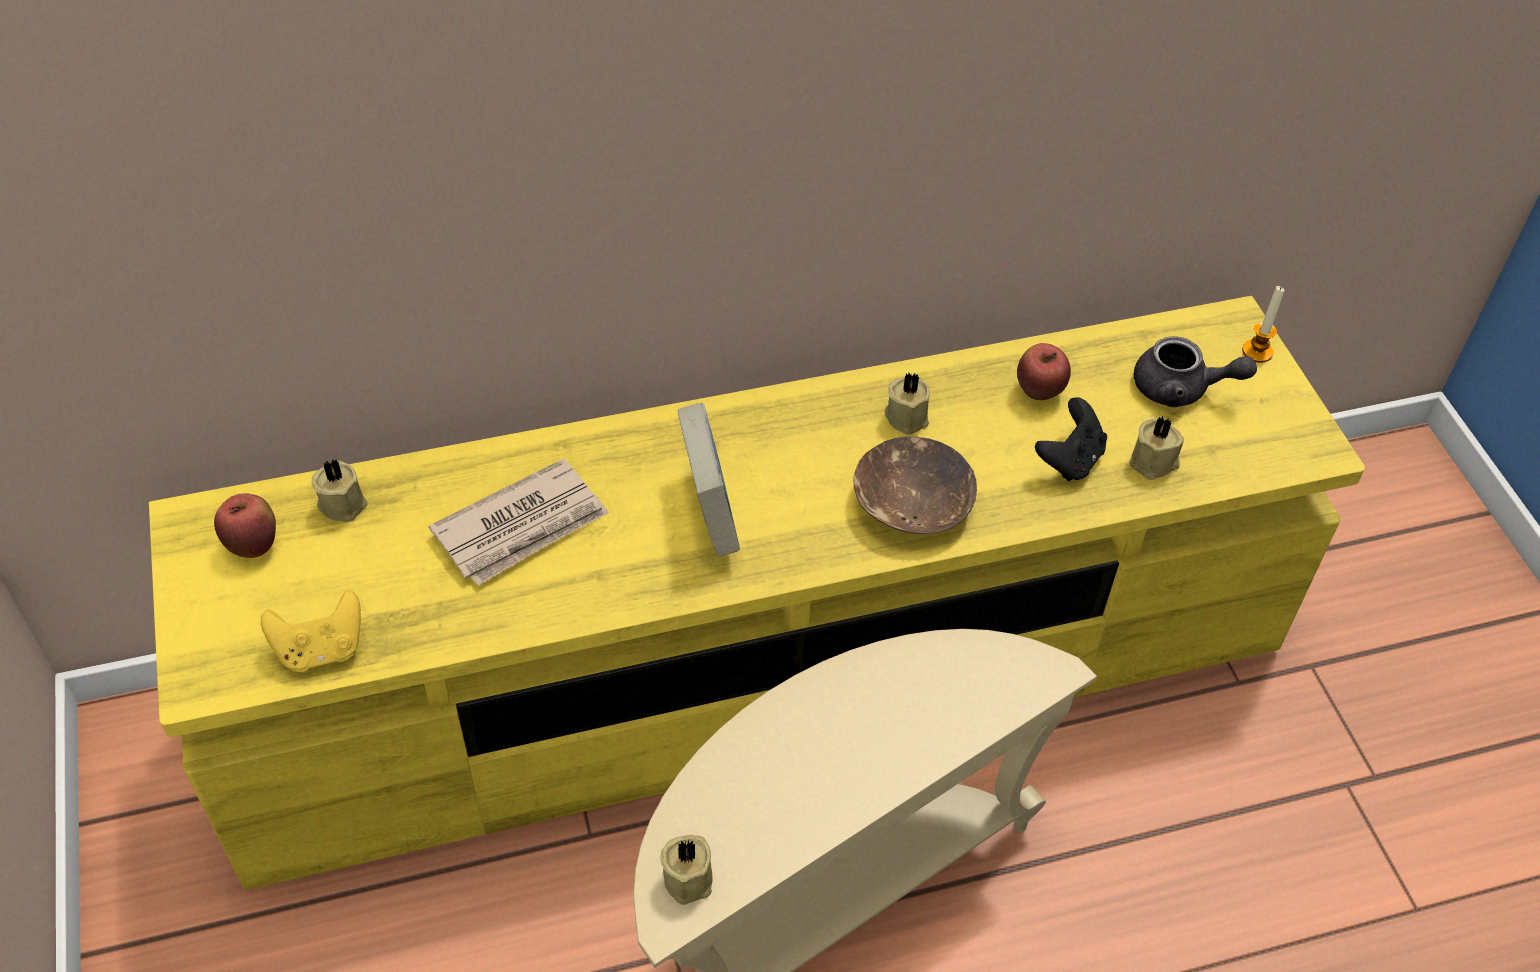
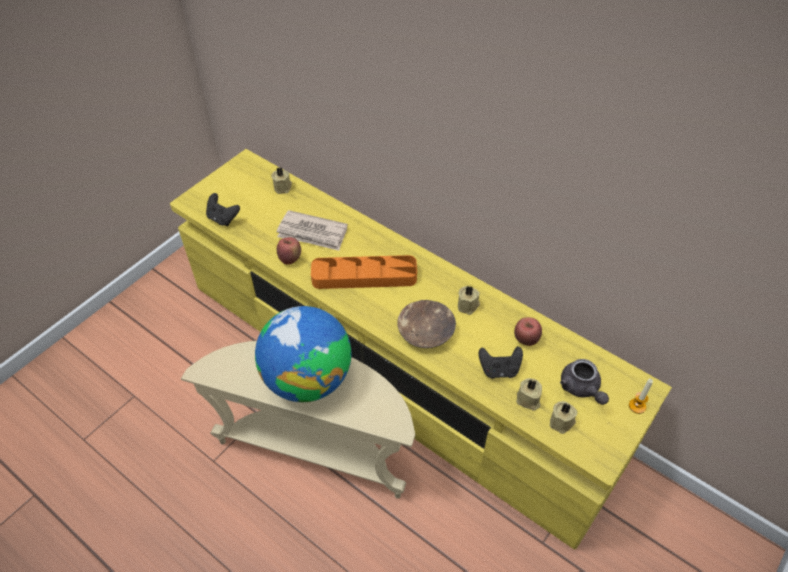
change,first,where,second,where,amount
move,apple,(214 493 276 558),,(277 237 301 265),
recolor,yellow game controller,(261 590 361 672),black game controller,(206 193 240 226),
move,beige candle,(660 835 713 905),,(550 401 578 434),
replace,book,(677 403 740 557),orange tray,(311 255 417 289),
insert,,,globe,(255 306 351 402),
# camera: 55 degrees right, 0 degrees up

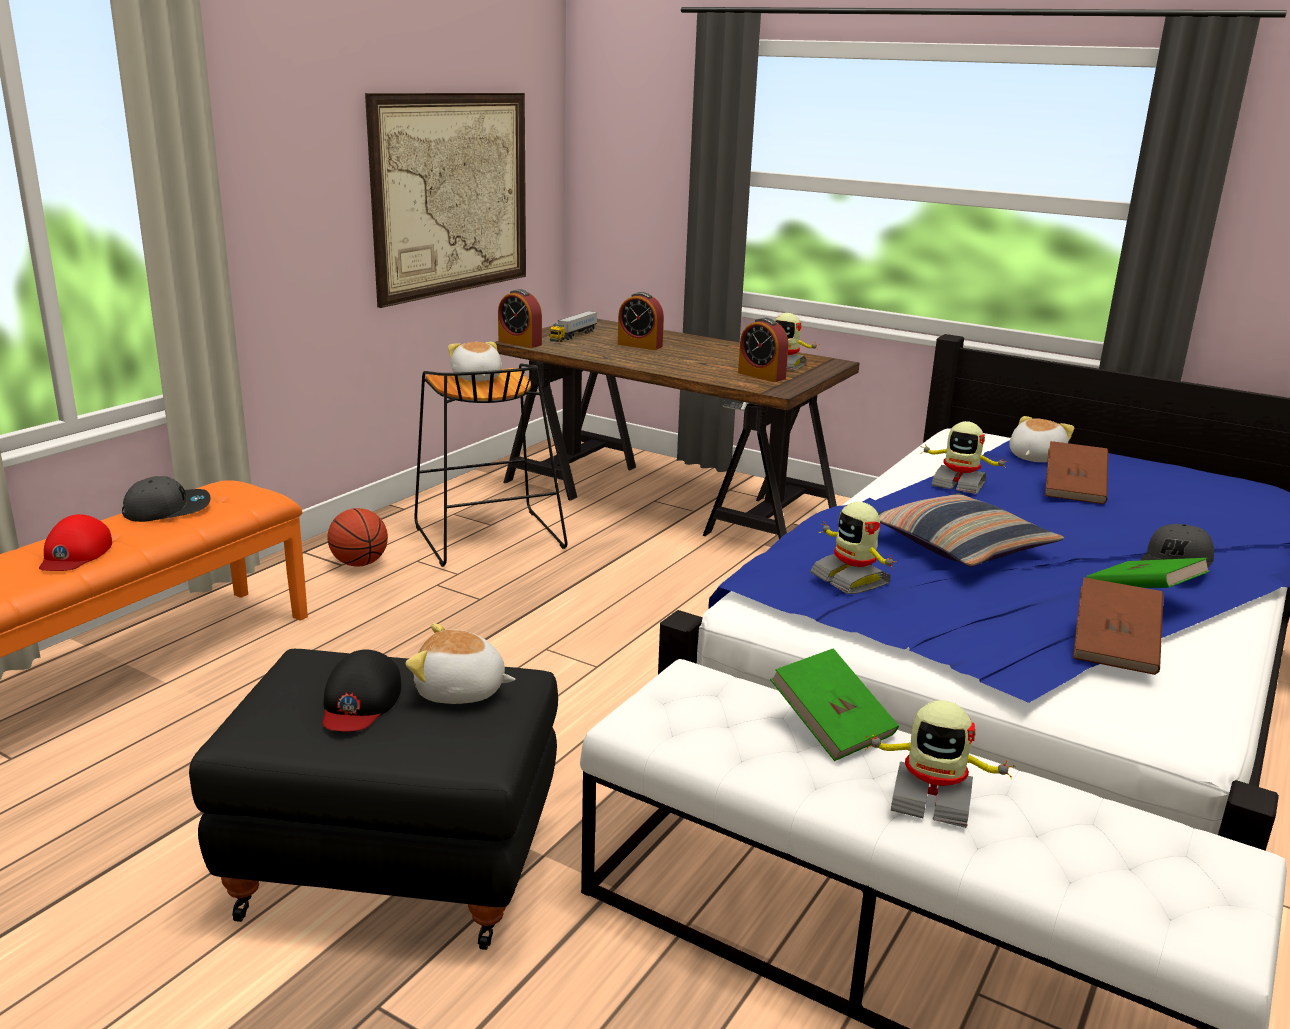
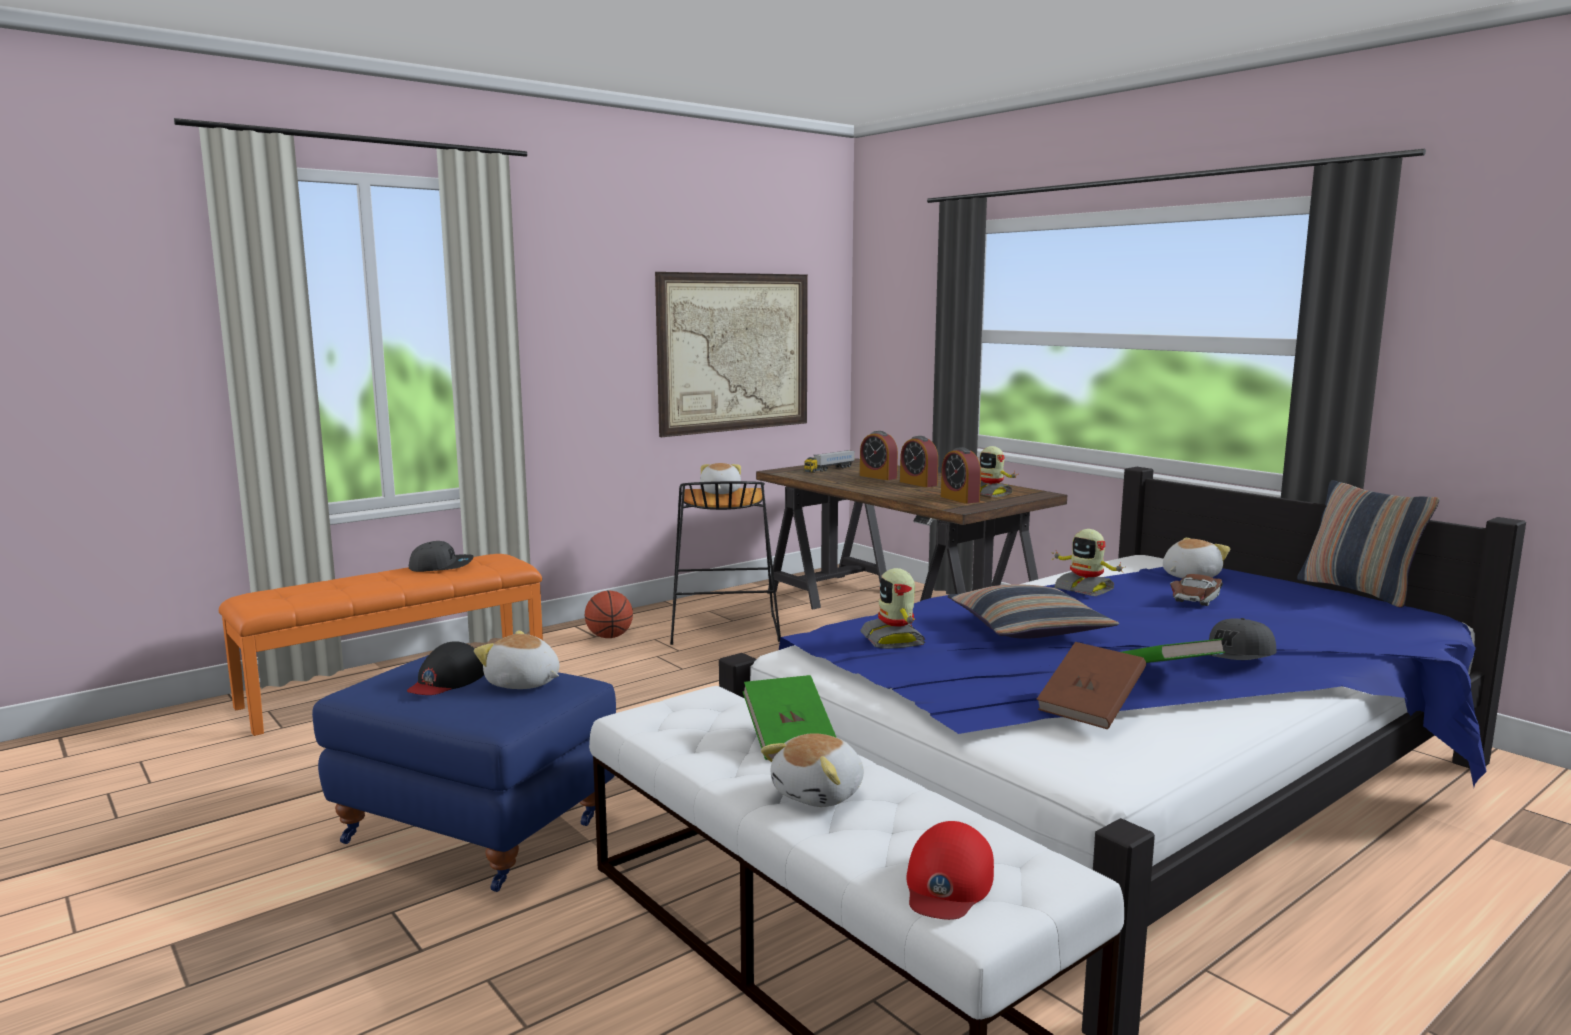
change,first,where,second,where,amount
move,red cap,(39 514 112 571),,(906 821 994 920),
recolor,black ottoman,(189 649 558 950),blue ottoman,(312 655 616 892),
move,alarm clock,(498 289 542 348),,(900 436 938 487),
replace,toy robot,(864 700 1015 828),plush toy,(761 733 864 807),
replace,brown book,(1045 441 1108 504),brown toy car,(1170 574 1223 606),
insert,,,pillow,(1297 480 1439 608),
# camera: 20 degrees right, 10 degrees down

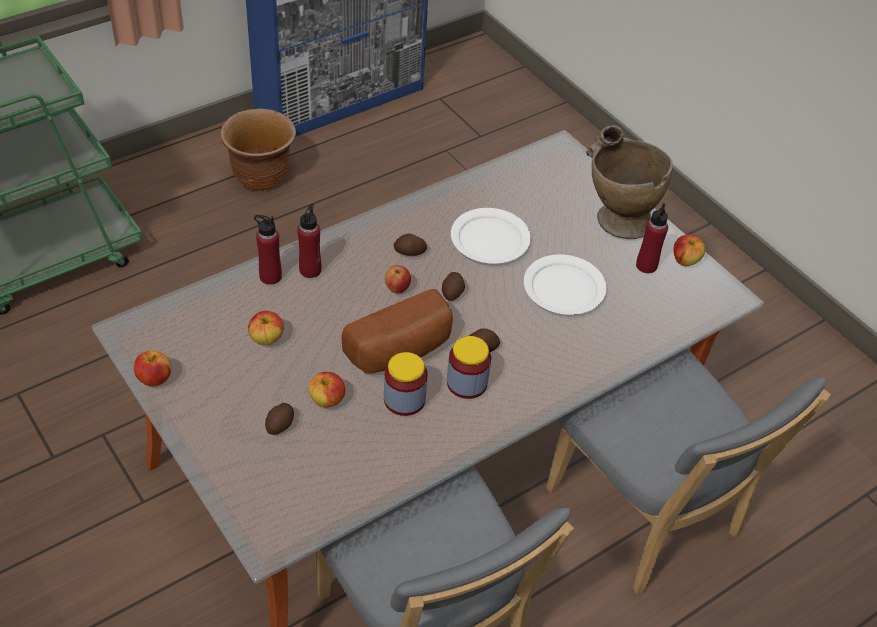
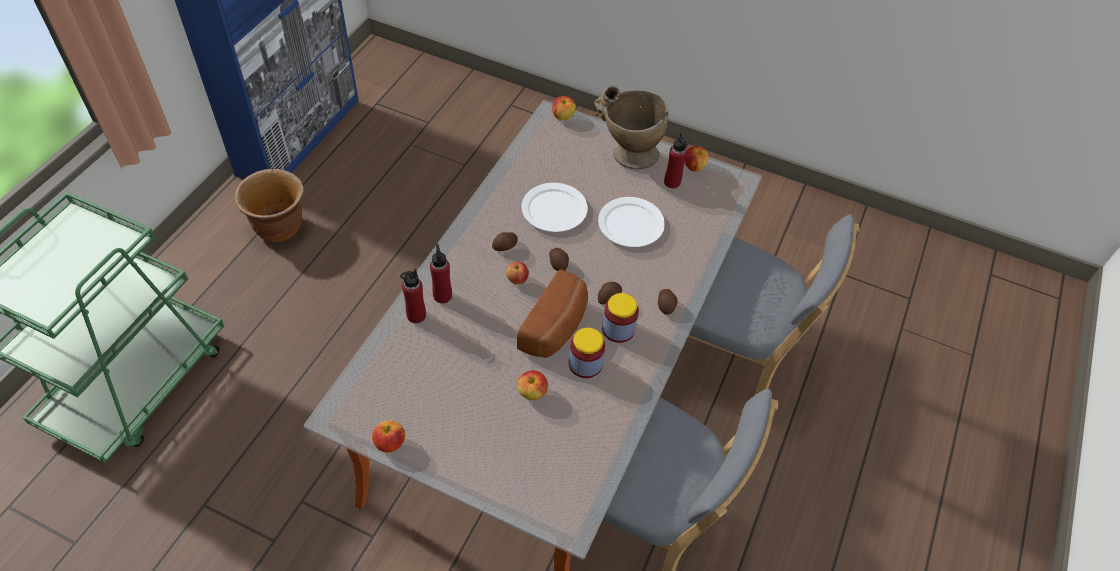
change,first,where,second,where,amount
move,apple,(248 311 284 345),,(552 96 576 121),
move,potato,(265 403 294 435),,(658 289 678 315),
# camera: 30 degrees left, 5 degrees up

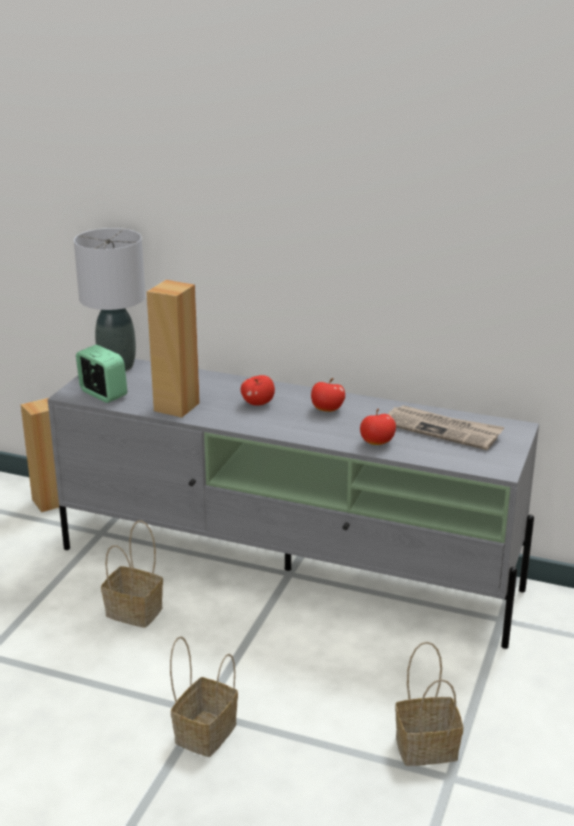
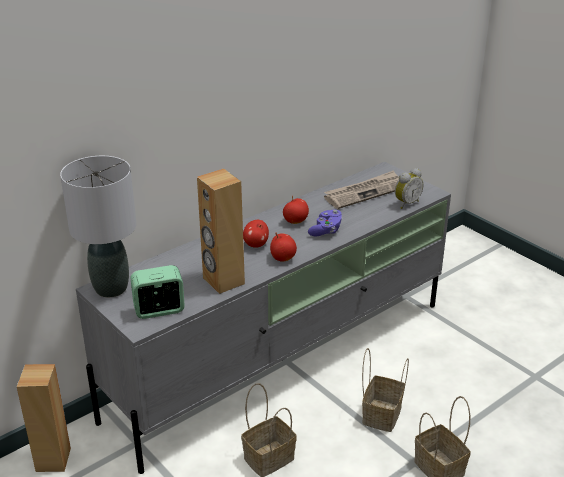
change,first,where,second,where,amount
move,apple,(360 409 396 445),,(270 233 297 261),
move,basket,(395 642 463 766),,(362 348 409 432),
insert,,,purple game controller,(308 210 343 237),
insert,,,alarm clock,(395 168 423 209),
# camera: 60 degrees left, 5 degrees up

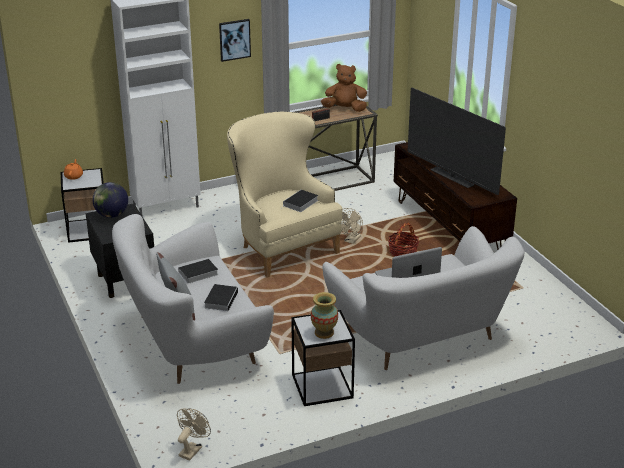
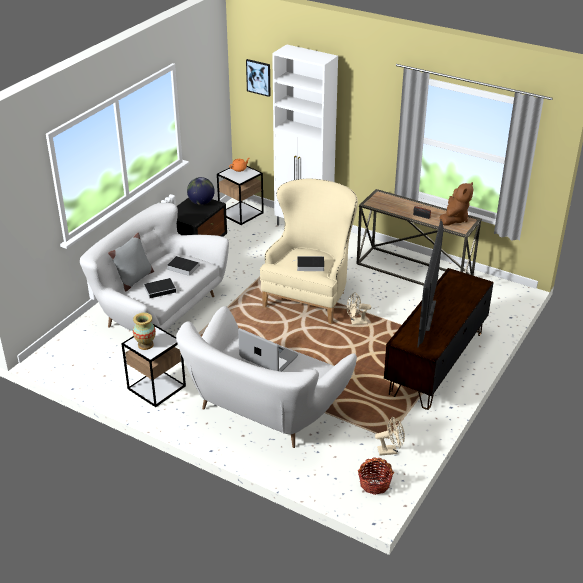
change,first,where,second,where,amount
move,beige fan,(177 409 211 461),,(375 416 405 456),
move,picture,(219 19 251 62),,(246 59 270 97),
rotate,brown plush toy,(321 64 367 112),,(440 182 474 226),60 degrees clockwise
move,basket,(388 222 419 256),,(358 457 394 495),
# camera: 55 degrees right, 5 degrees up

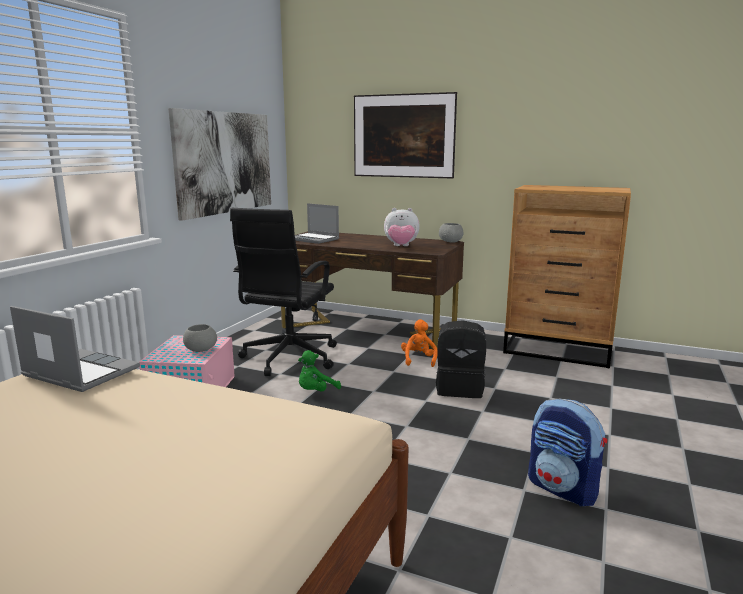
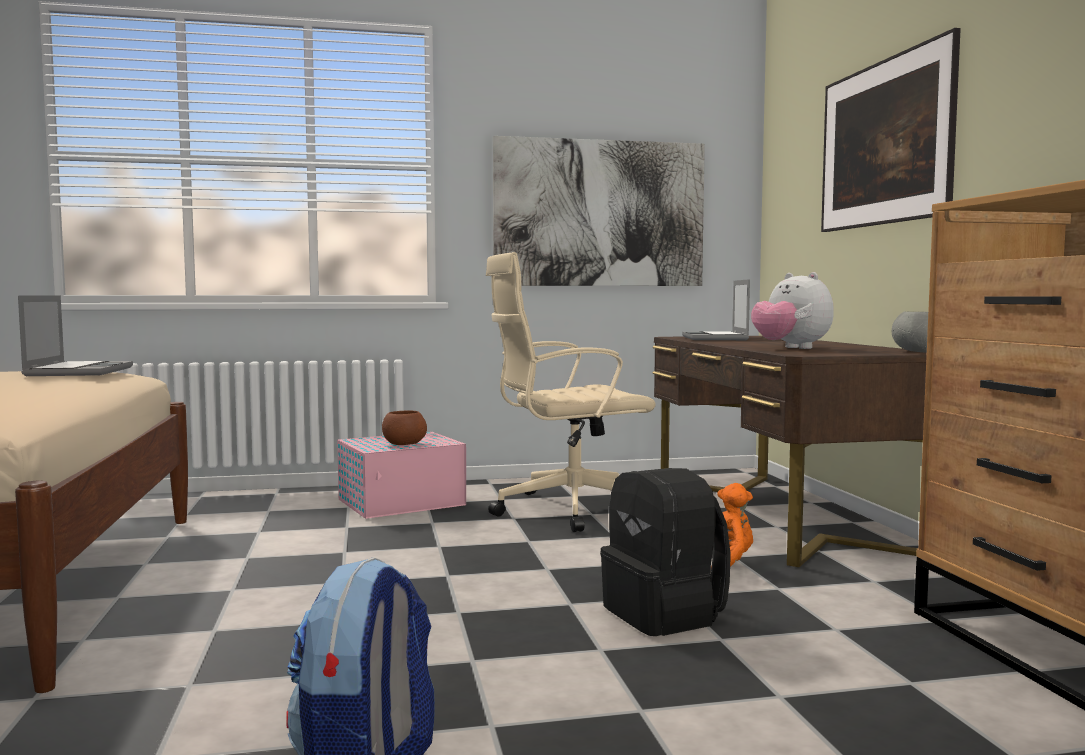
change,first,where,second,where,amount
recolor,grey bowl,(183 324 217 352),brown bowl,(382 410 427 445),
recolor,black office chair,(230 208 337 376),beige office chair,(486 252 656 532),
delete,green plush toy,(298 350 341 392),,,
# camera: 55 degrees right, 10 degrees down

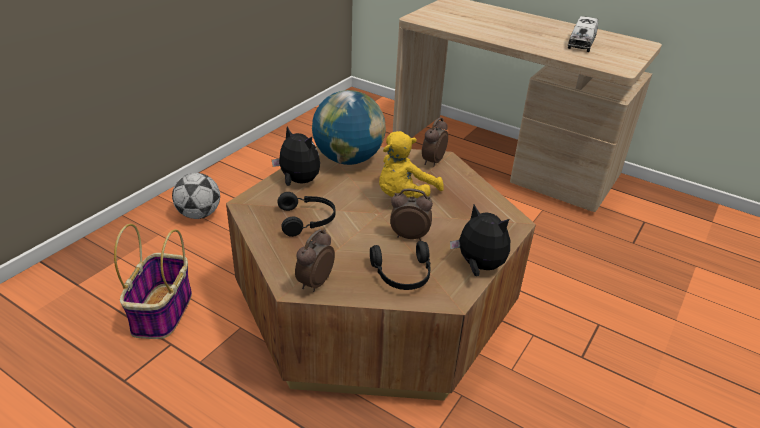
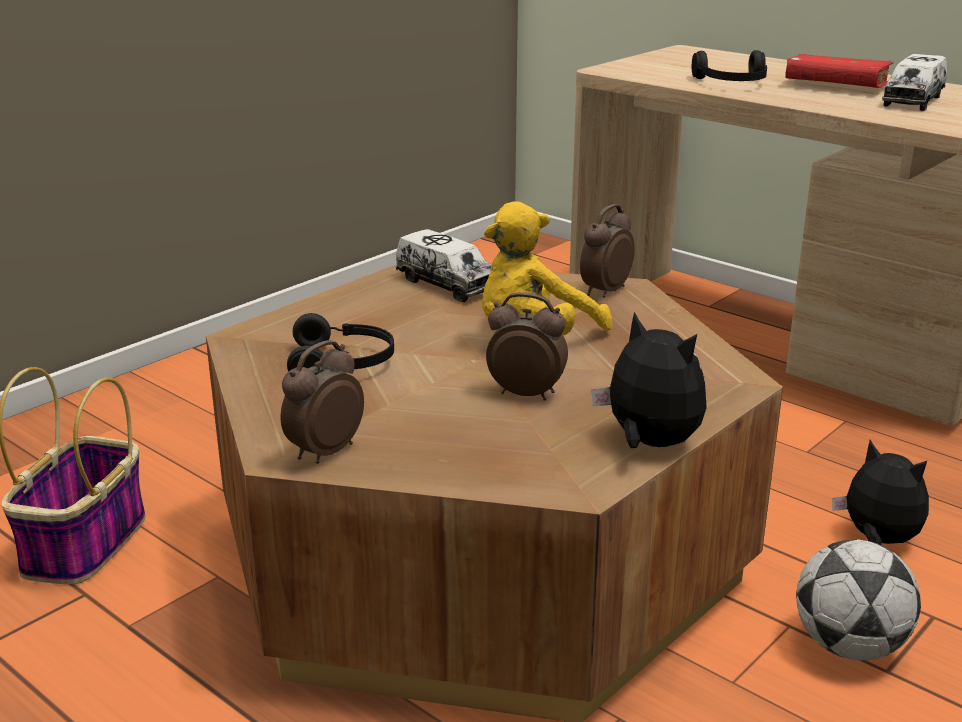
change,first,where,second,where,amount
move,football,(172 173 220 219),,(796 539 921 661),
move,plush toy,(272 126 320 186),,(832 440 929 545),
replace,globe,(312 90 386 165),toy truck,(396 229 492 302),
move,black headphones,(370 241 430 290),,(692 50 767 81),
insert,,,red book,(785 54 894 88),
# camera: 10 degrees right, 10 degrees down

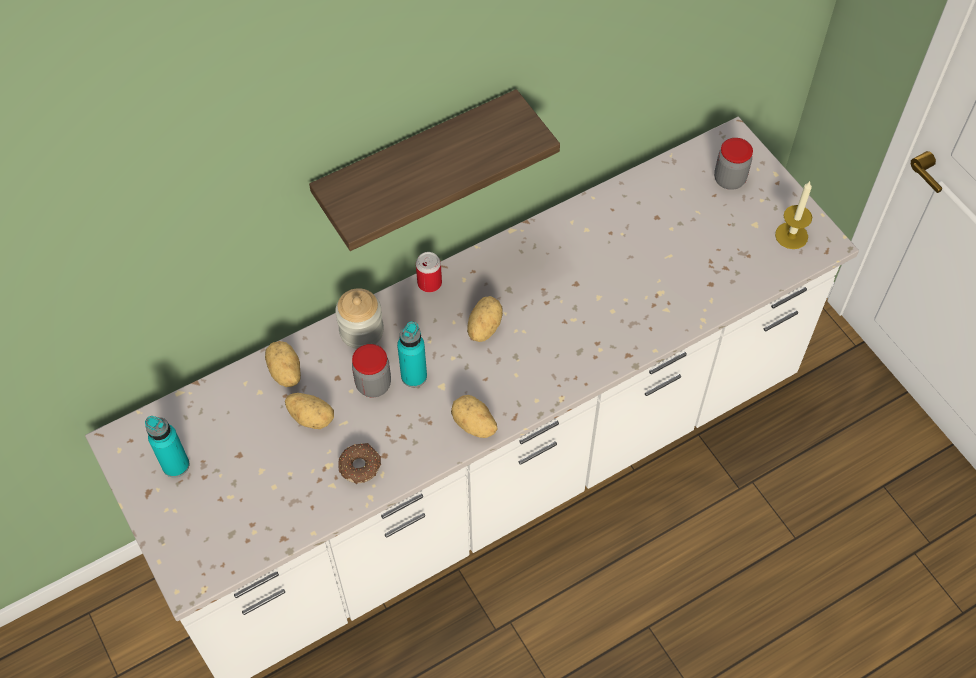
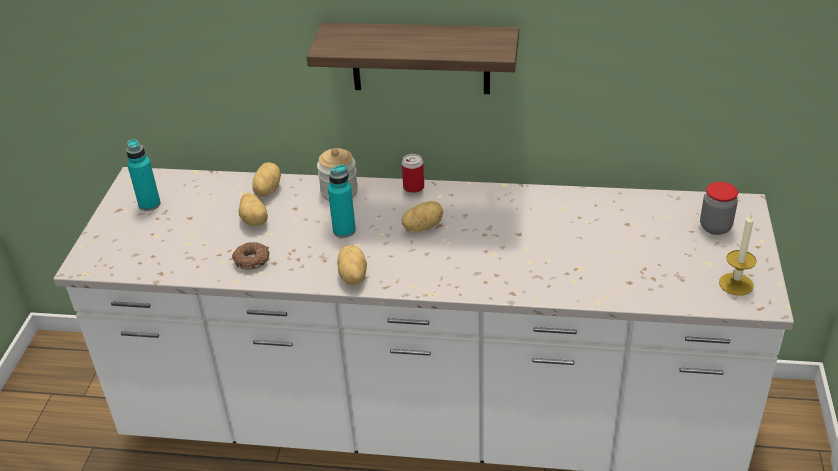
change,first,where,second,where,amount
delete,jar,(352 344 391 398),,,
# camera: 40 degrees right, 20 degrees down

